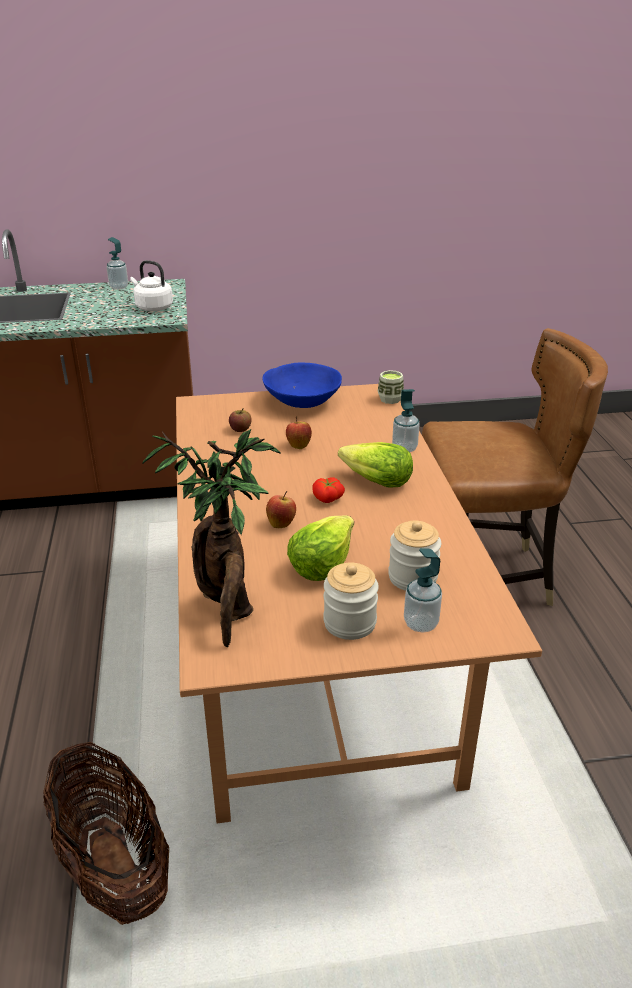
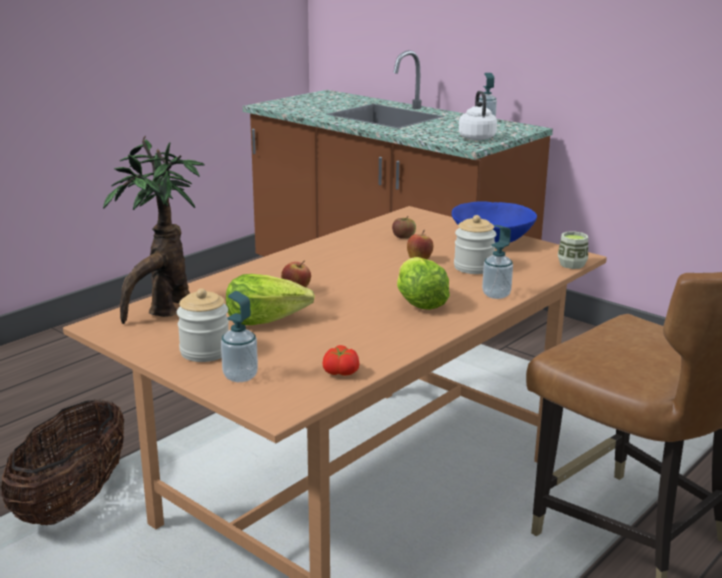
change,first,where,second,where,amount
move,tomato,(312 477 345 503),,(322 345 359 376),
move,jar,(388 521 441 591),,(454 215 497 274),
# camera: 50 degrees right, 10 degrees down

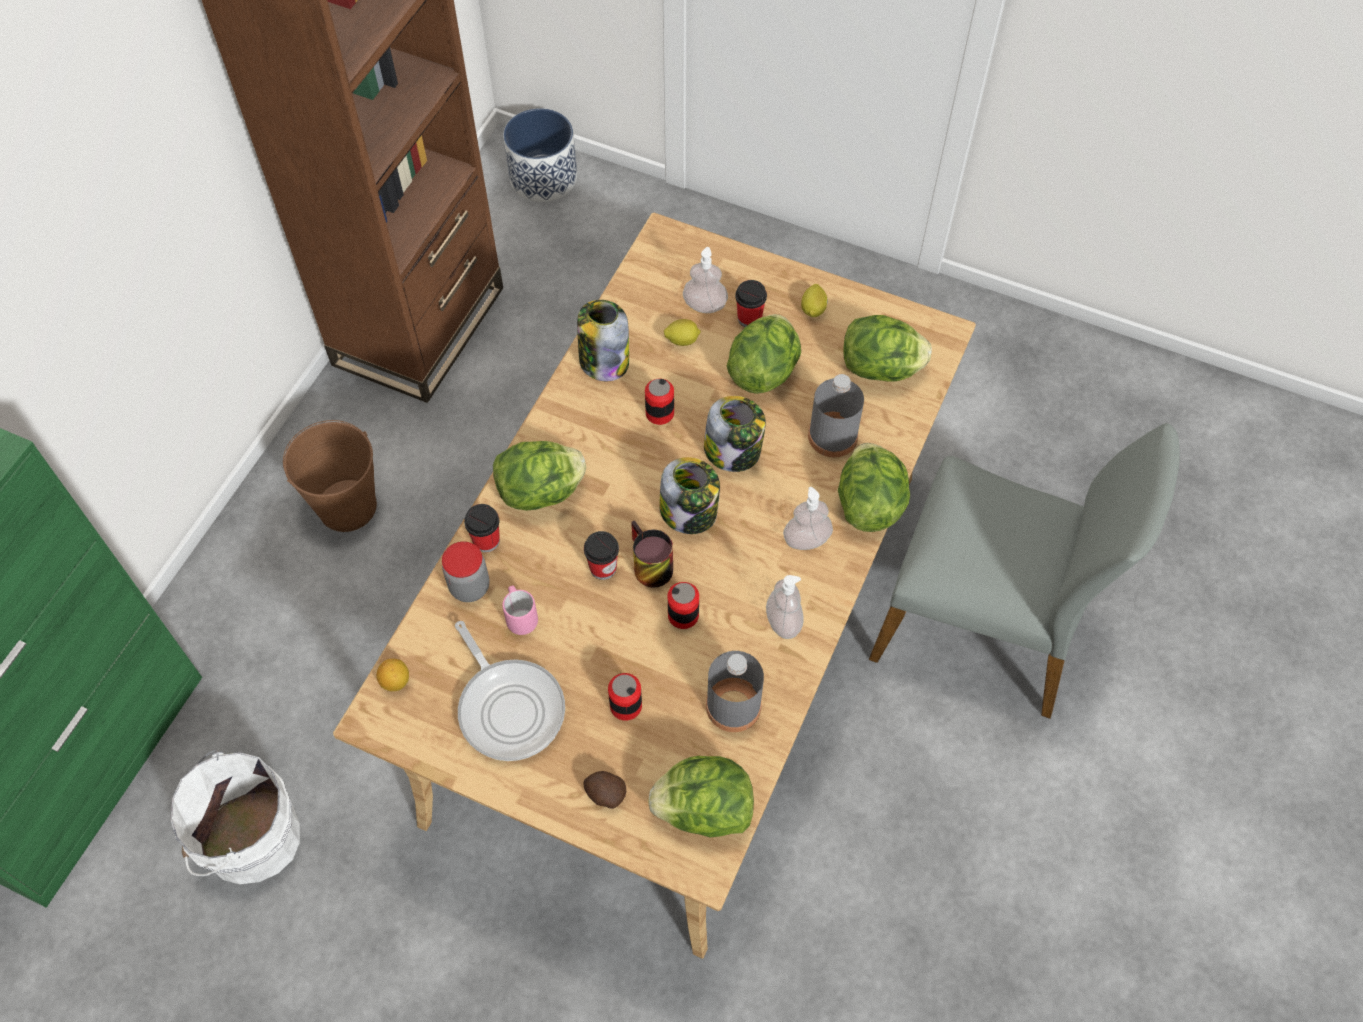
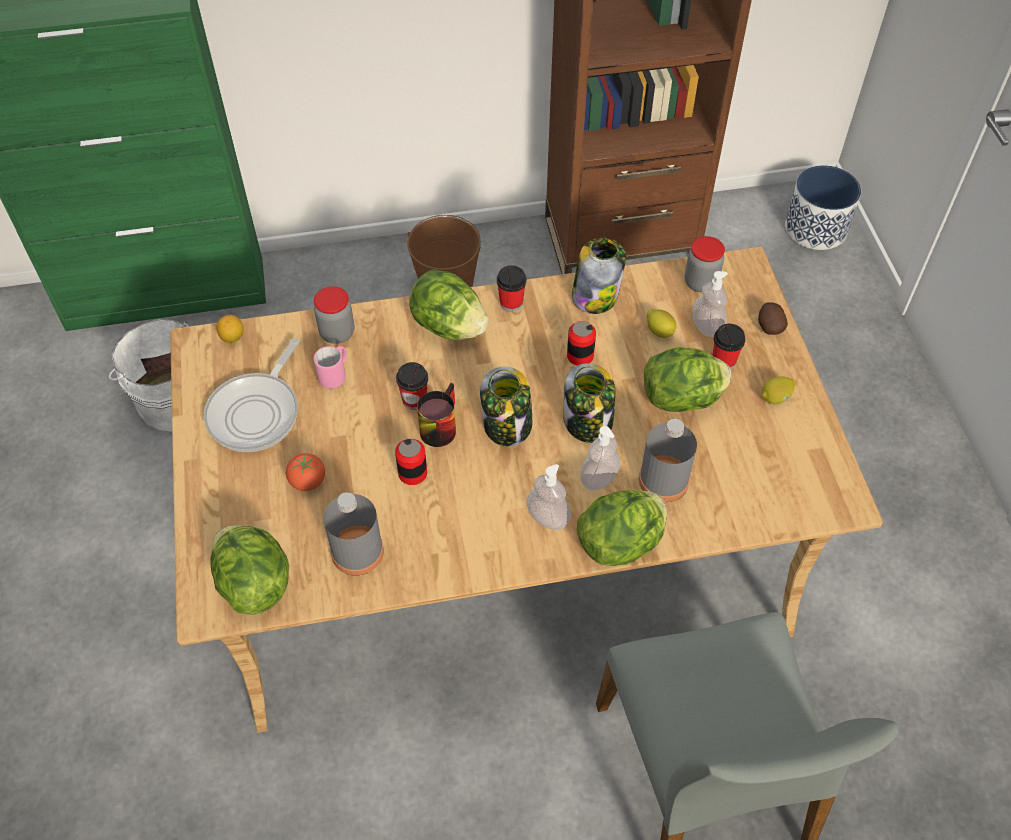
change,first,where,second,where,amount
move,cup,(464 504 500 552),,(497 265 526 312),
move,potato,(583 771 626 809),,(758 303 788 335),
replace,can,(608 673 642 721),tomato,(286 453 325 491),
move,soap dispenser,(766 575 804 639),,(580 426 620 491),
delete,lettuce,(844 315 932 382),,,
insert,,,jar,(685 236 725 293),
# camera: 55 degrees right, 5 degrees down

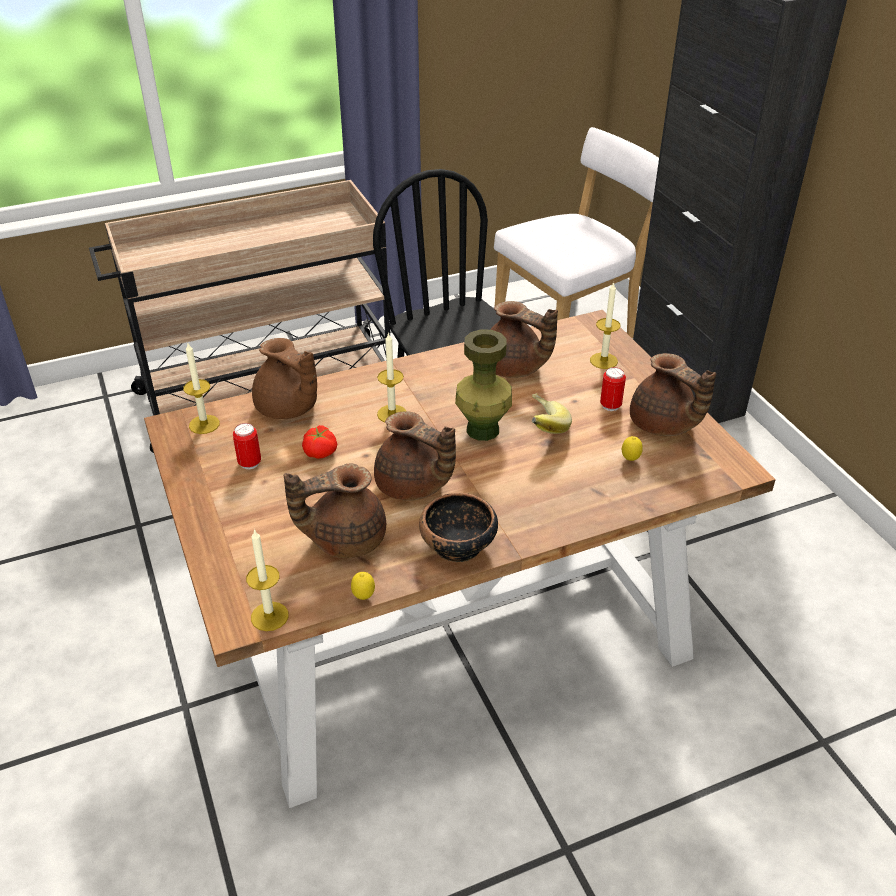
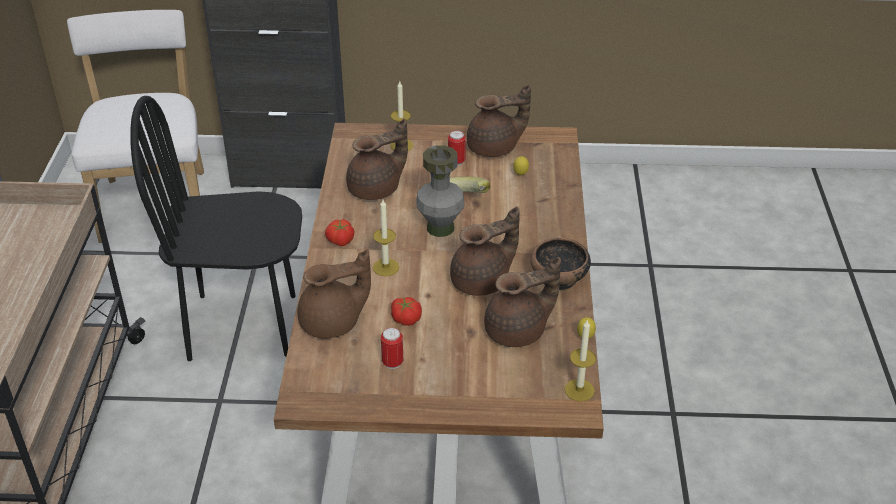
change,first,where,second,where,amount
delete,candle,(183 343 220 434),,,
rotate,brown teapot,(284 464 386 558),,(484 257 561 347),120 degrees counterclockwise
recolor,green vase,(455 329 512 441),grey vase,(417 145 465 237),
insert,,,tomato,(325 219 355 246),
# camera: 65 degrees left, 0 degrees up

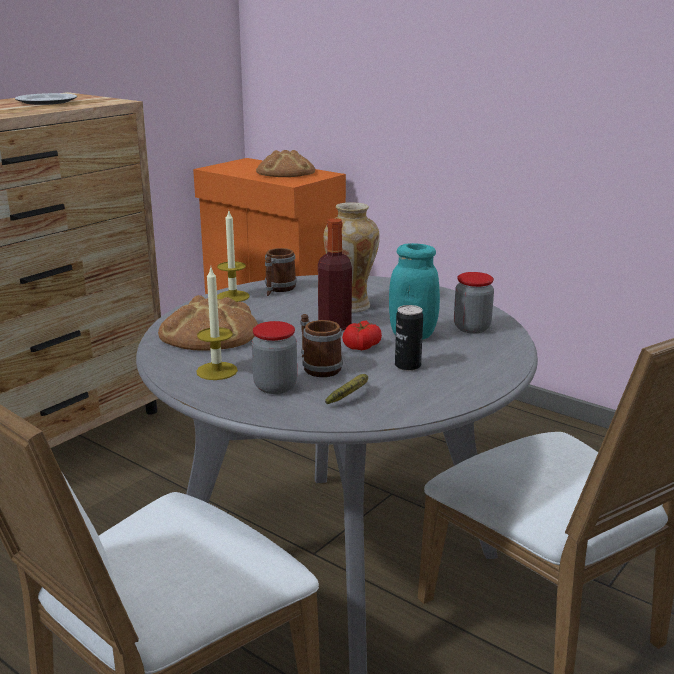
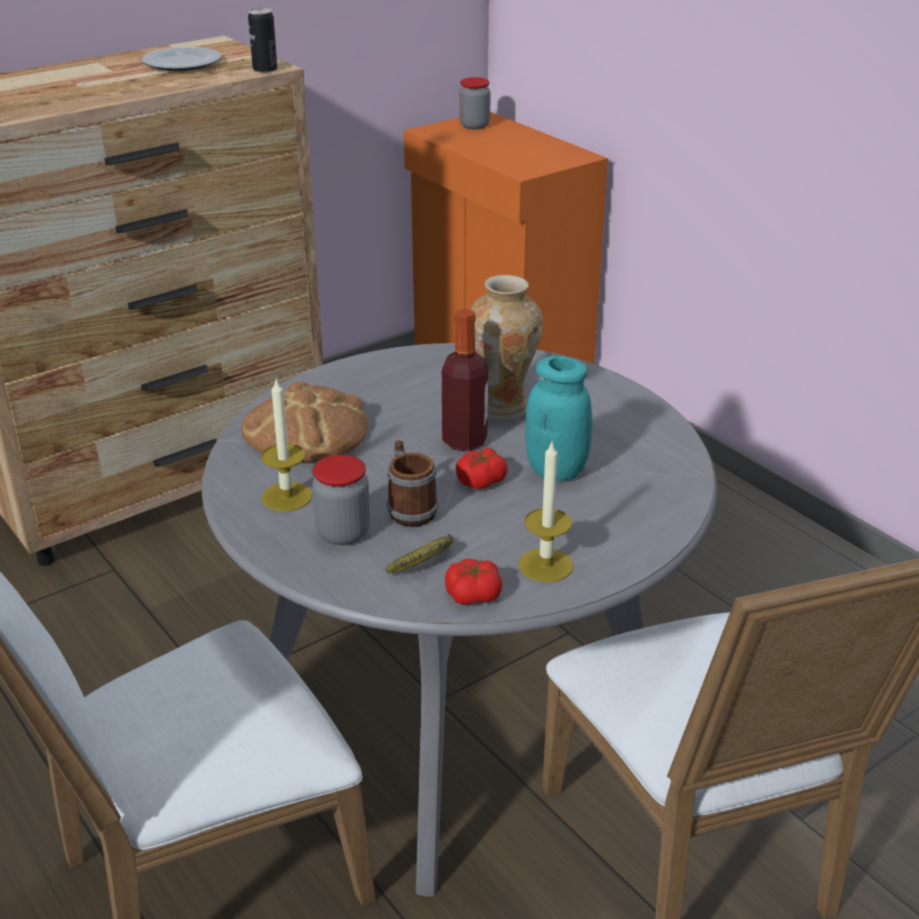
change,first,where,second,where,amount
move,candle,(217 211 250 302),,(519 442 573 583),
delete,bread,(256 150 315 177),,,
delete,mug,(265 248 297 296),,,
move,can,(395 305 423 371),,(248 8 278 73),
move,jar,(454 272 494 334),,(459 77 491 129),
insert,,,tomato,(445 559 503 604),
# camera: 15 degrees right, 10 degrees up

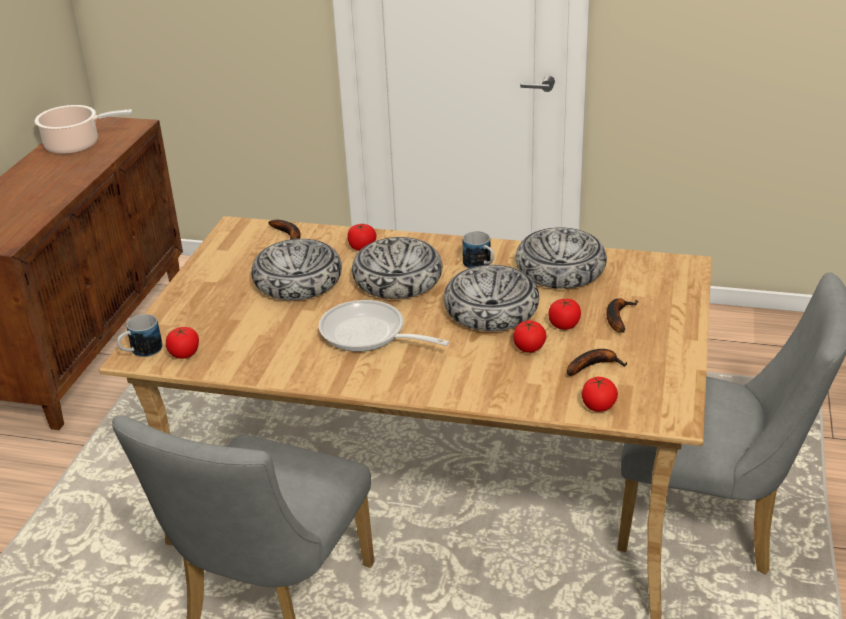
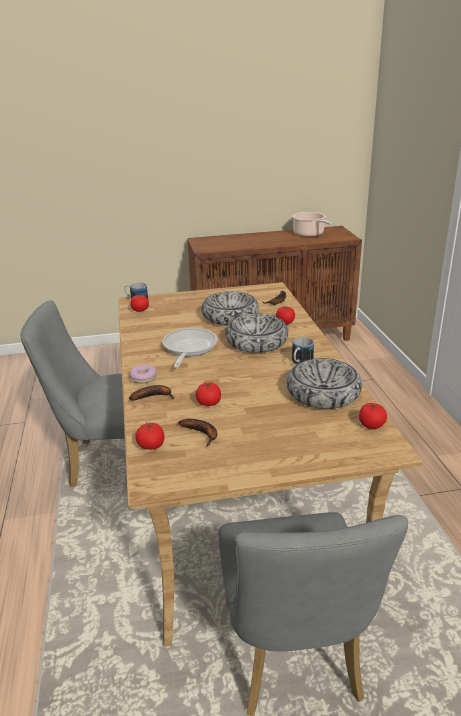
change,first,where,second,where,amount
delete,bowl,(444 265 539 331),,,
move,tomato,(548 299 581 330),,(359 403 387 429),
move,banana,(606 298 638 332),,(129 385 174 401),
insert,,,donut,(129 365 157 383),
# camera: 65 degrees right, 5 degrees down

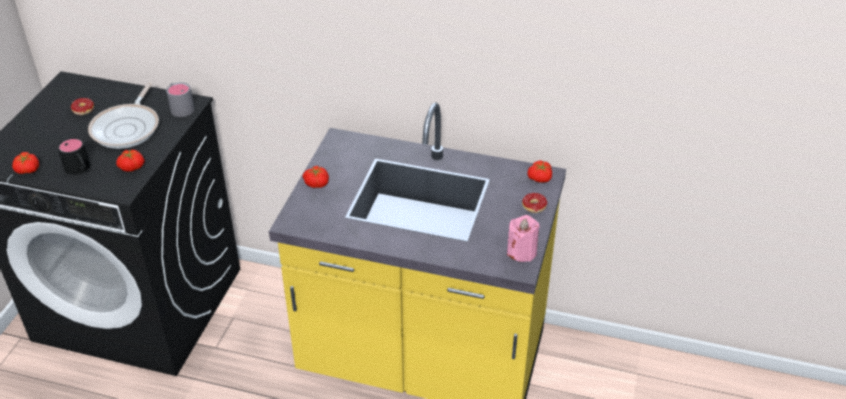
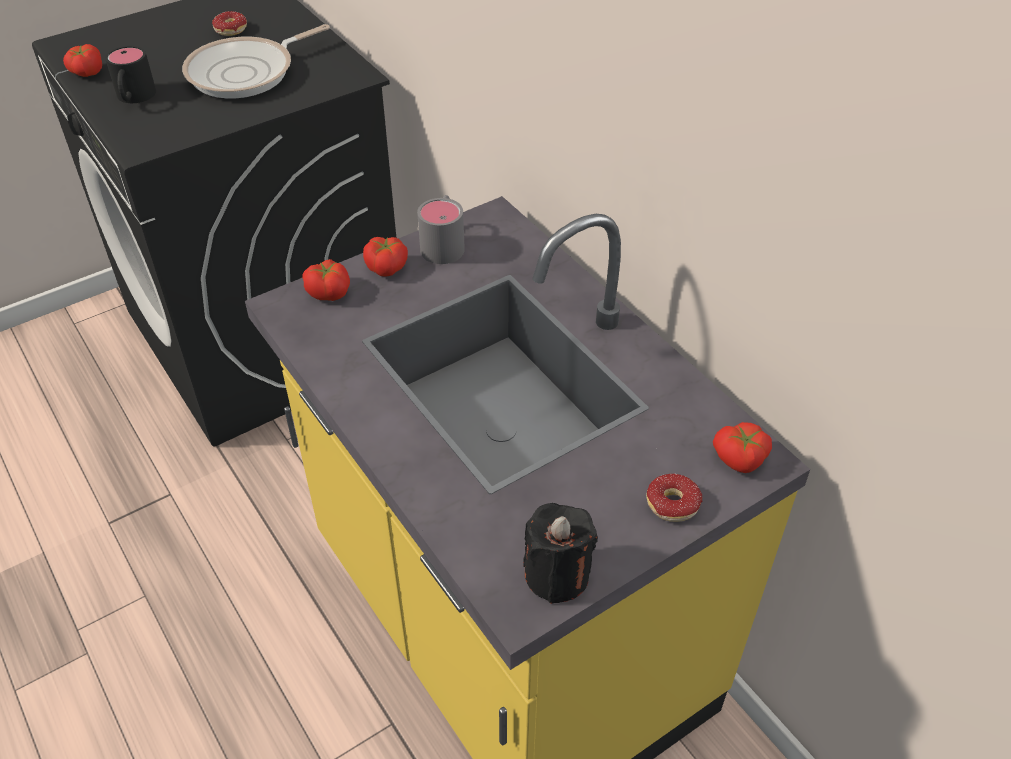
change,first,where,second,where,amount
move,tomato,(116 150 145 172),,(302 259 350 301),
move,grey mug,(166 82 195 117),,(417 195 465 264),
recolor,pink candle,(507 215 540 262),black candle,(523 503 598 604),
# camera: 40 degrees right, 5 degrees up

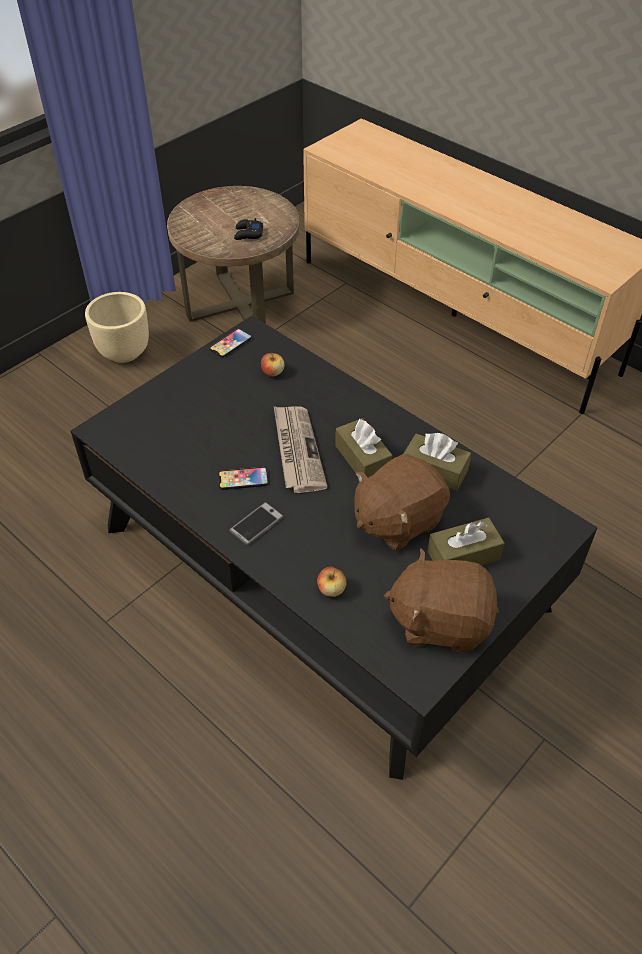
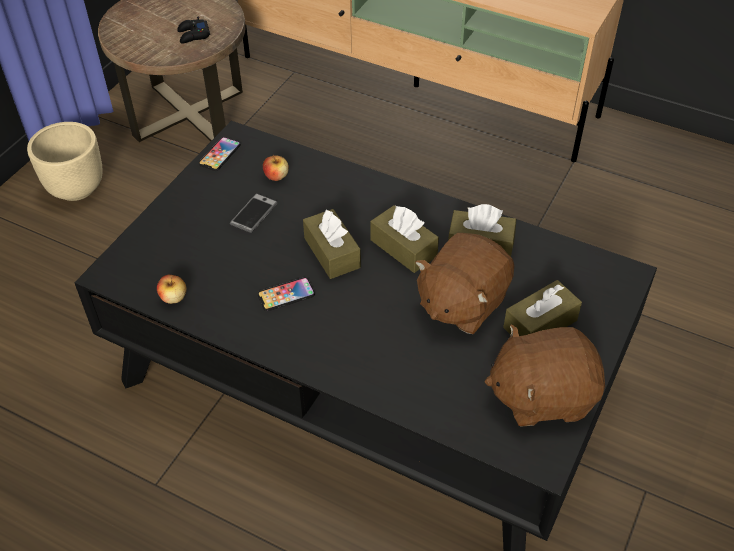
change,first,where,second,where,amount
move,phone,(229 502 284 546),,(230 193 278 233),
replace,newspaper,(274 406 328 493),brown tissue box,(303 209 361 279),
move,apple,(317 567 347 597),,(157 275 187 304),
# camera: 15 degrees left, 0 degrees up

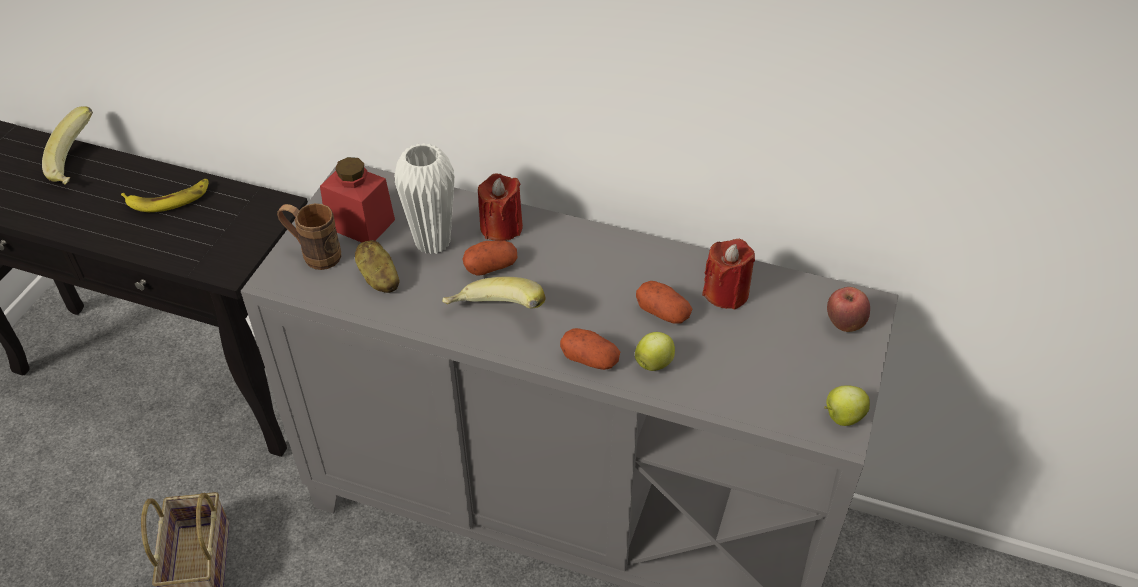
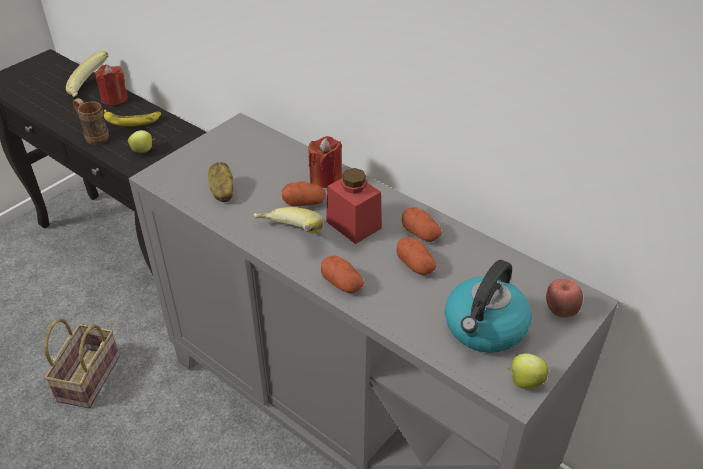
change,first,where,second,where,amount
move,brown mug,(277 203 341 270),,(73 98 109 145),
move,red jar,(320 157 395 243),,(326 168 382 244),
delete,white vase,(394 143 455 255),,,
move,apple,(635 332 675 371),,(128 130 155 153),
move,red candle,(702 239 755 309),,(95 65 128 106),
insert,,,potato,(402 207 442 242),
insert,,,kettle,(445 260 531 353),
# camera: 20 degrees right, 5 degrees down

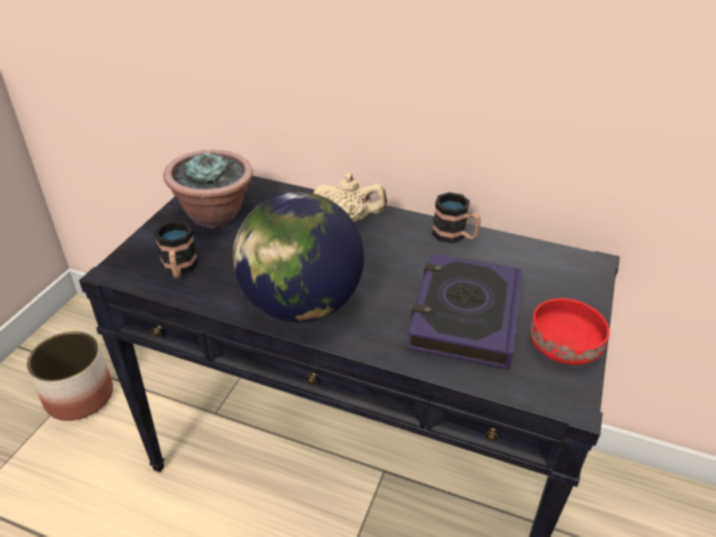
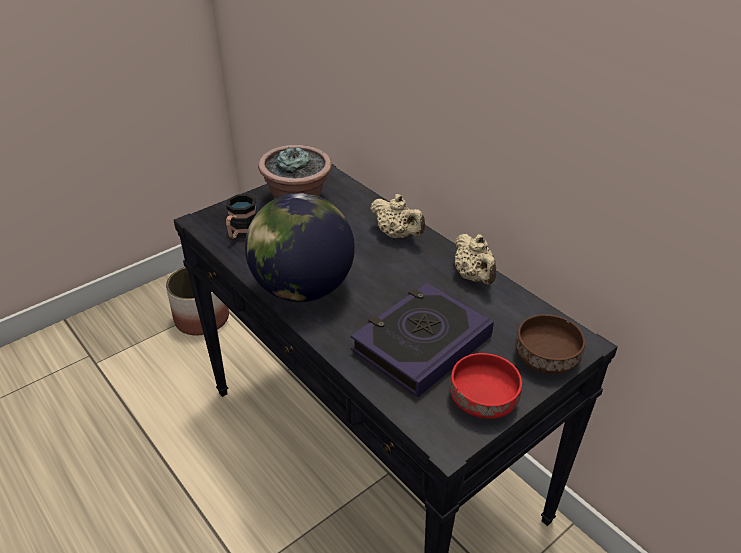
change,first,where,second,where,amount
replace,mug,(432 192 481 244),beige teapot,(455 234 496 284),
insert,,,brown bowl,(516 314 585 374),
# camera: 30 degrees right, 0 degrees up

